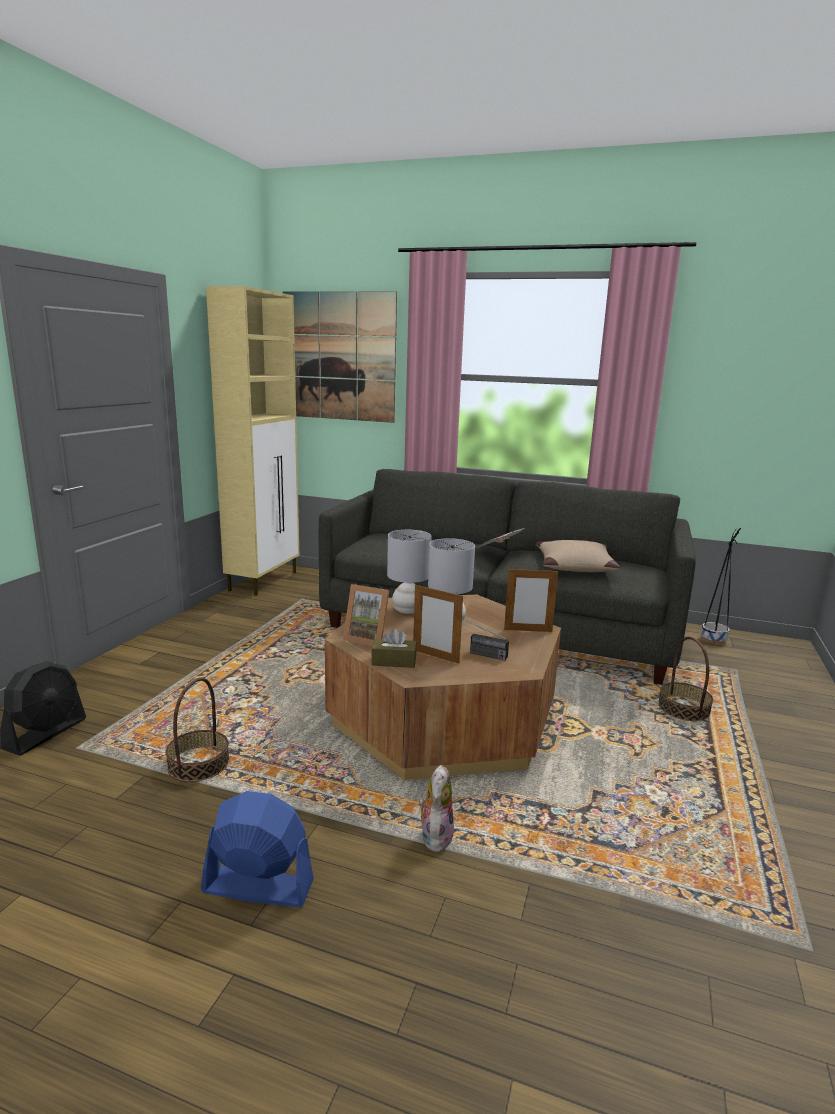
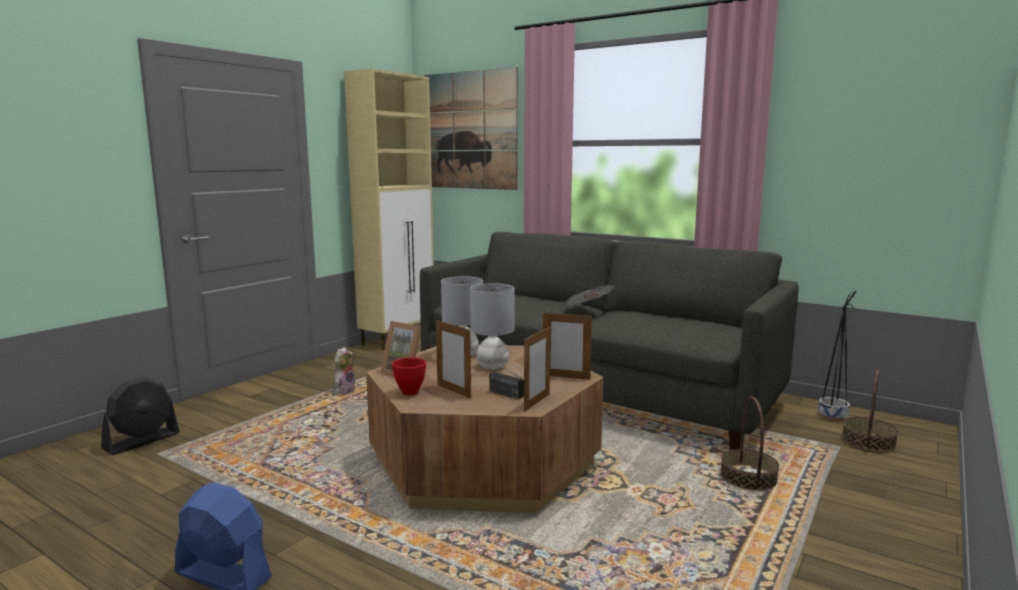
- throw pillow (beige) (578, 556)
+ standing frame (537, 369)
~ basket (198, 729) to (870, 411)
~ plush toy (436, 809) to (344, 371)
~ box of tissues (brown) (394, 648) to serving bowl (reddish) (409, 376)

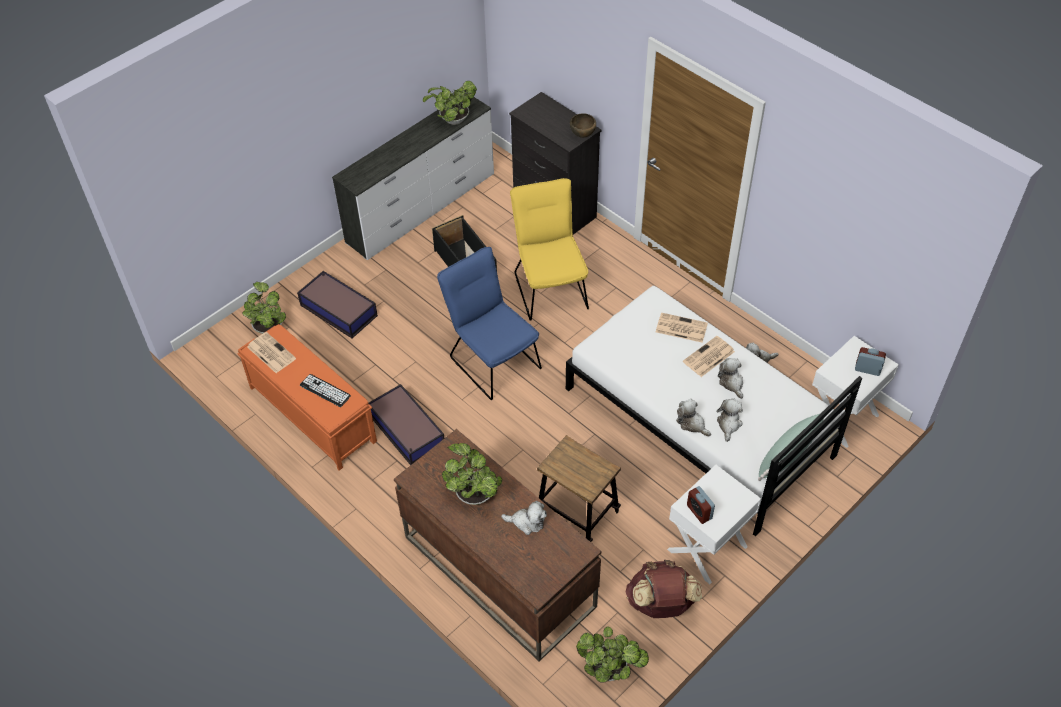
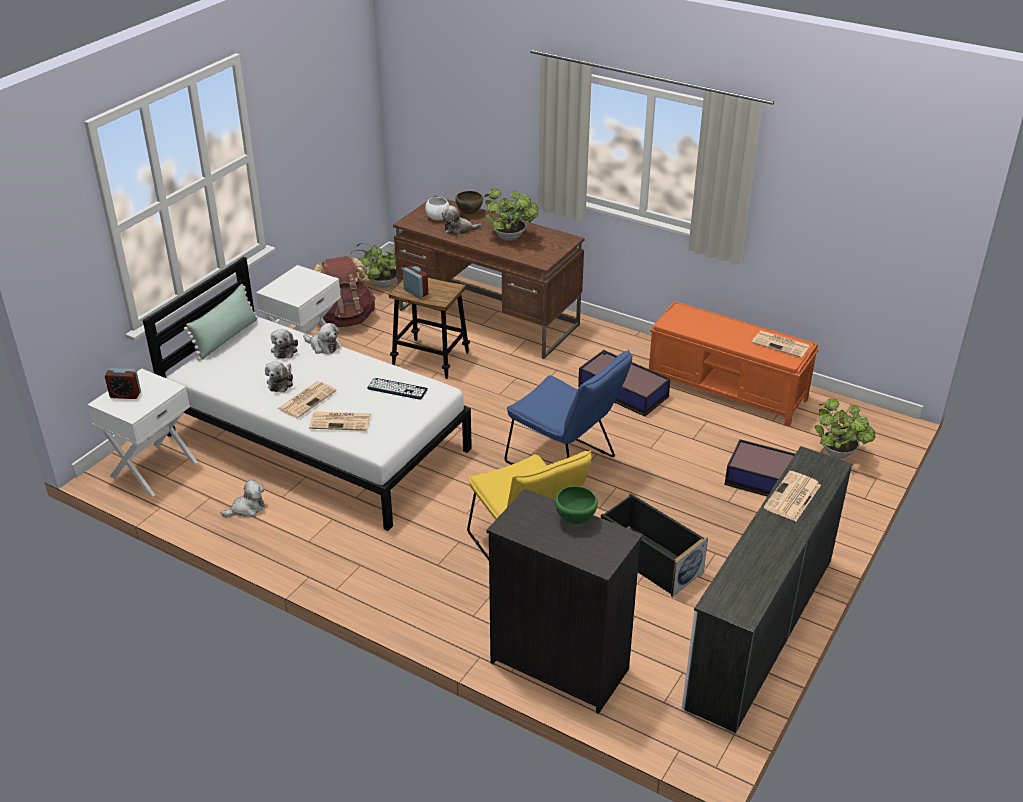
- houseplant (450, 103)
+ serving bowl (whitish) (437, 208)
+ serving bowl (greenish) (576, 505)
+ printed paper (792, 496)
~ keyboard (325, 390) to (397, 389)
~ serving bowl (brown) (583, 125) to (469, 202)
~ alarm clock (701, 505) to (415, 281)
~ plush toy (730, 378) = (279, 376) 45 degrees clockwise

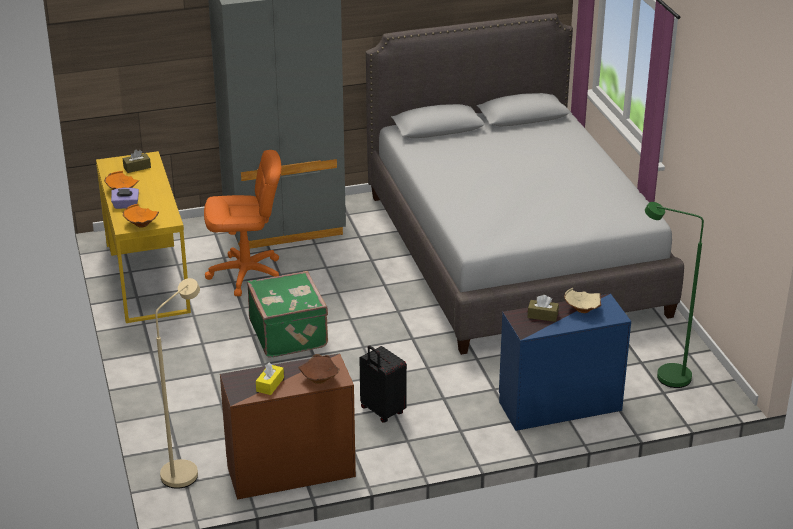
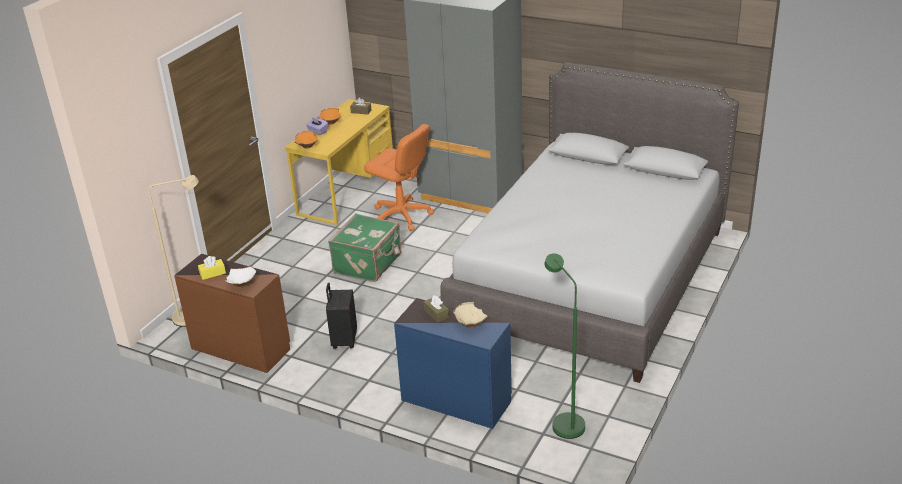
~ serving bowl (brown) (319, 369) to serving bowl (whitish) (240, 277)

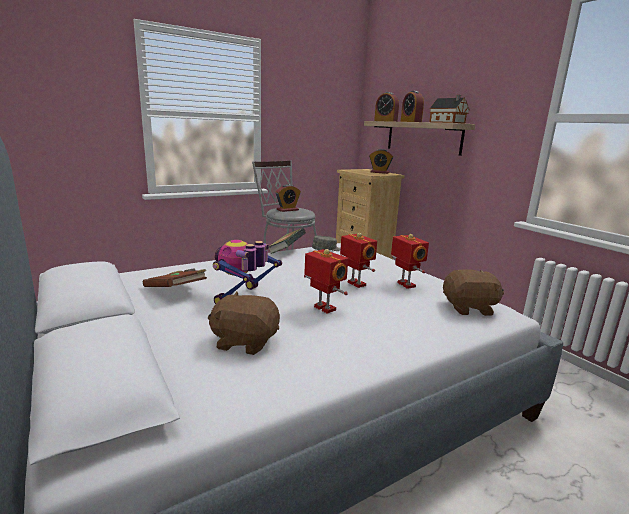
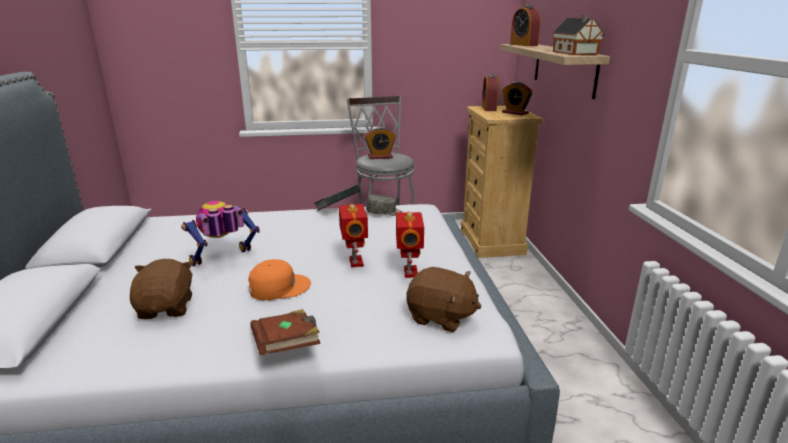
~ bound book (brown) (175, 278) to (285, 332)
~ alarm clock (412, 106) to (490, 92)
~ robot figure (326, 281) to baseball cap (orange) (279, 279)
~ plush toy (brown) (244, 323) = (161, 289) 45 degrees clockwise

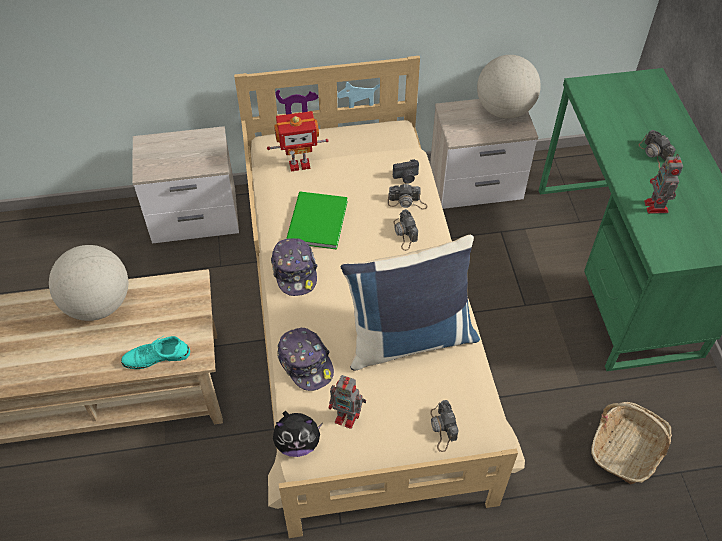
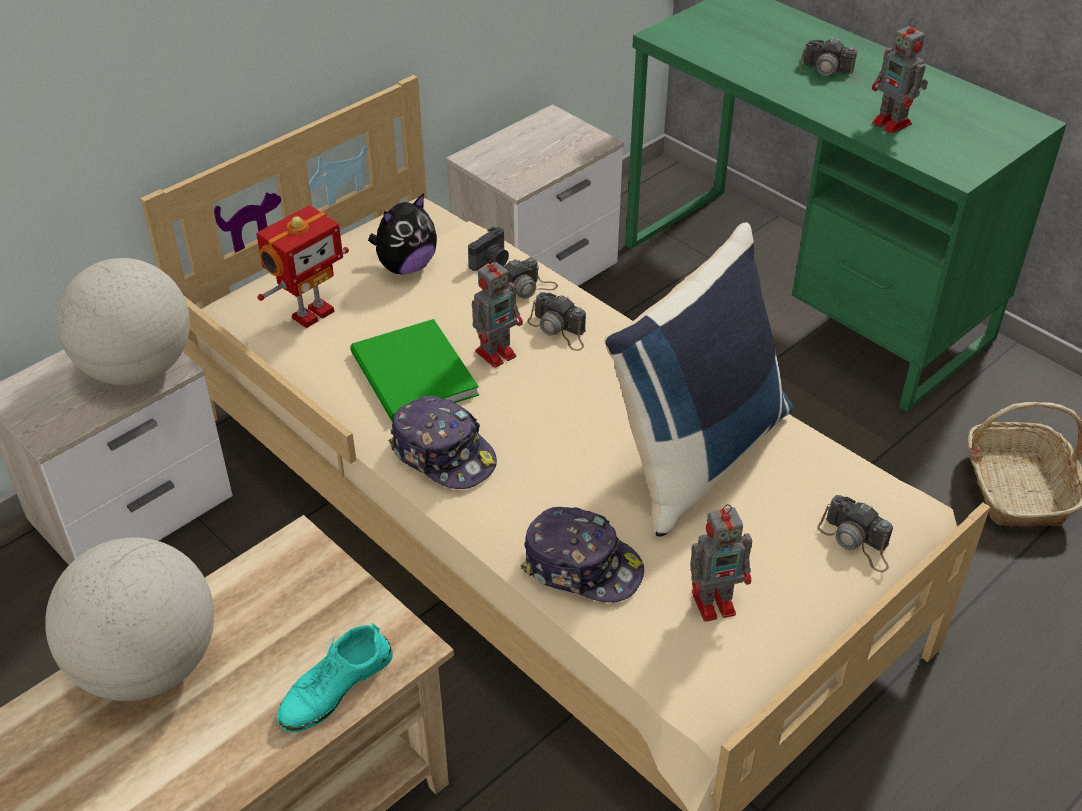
+ robot figure (497, 312)
~ plush toy (298, 434) to (402, 233)
~ world globe (509, 87) to (123, 321)

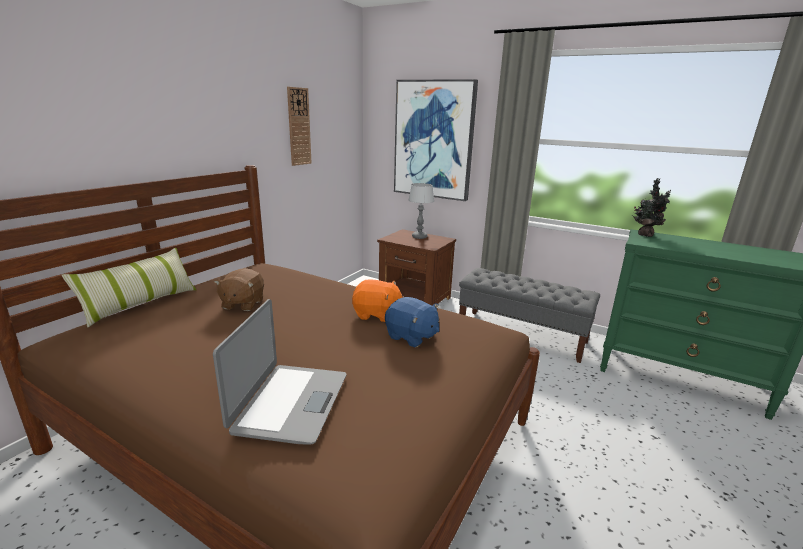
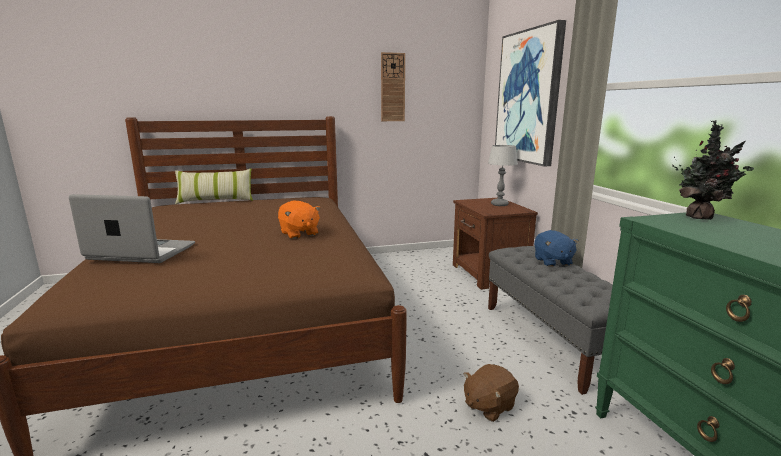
~ plush toy (brown) (239, 289) to (491, 393)
~ plush toy (blue) (412, 322) to (556, 248)
~ laptop (279, 372) = (132, 228) 135 degrees counterclockwise

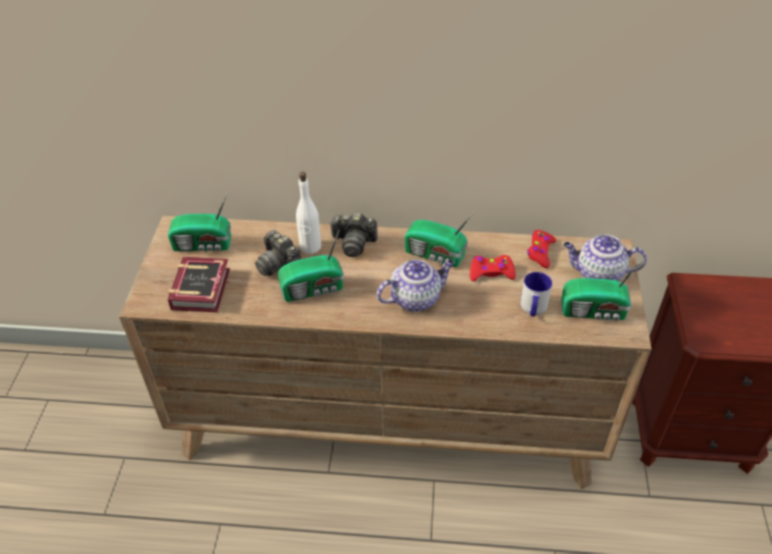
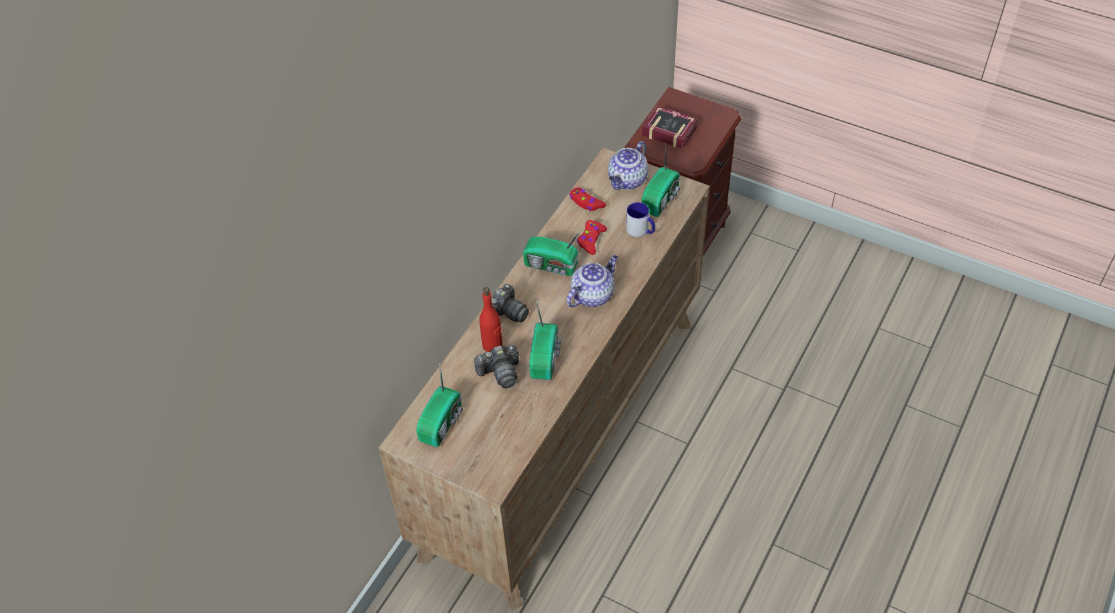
~ bound book (199, 284) to (670, 127)
~ drink bottle (whitish) (308, 213) to drink bottle (reddish) (491, 319)
~ pot for tea (416, 285) = (592, 281) 45 degrees clockwise
~ radio receiver (439, 239) = (552, 253) 60 degrees clockwise

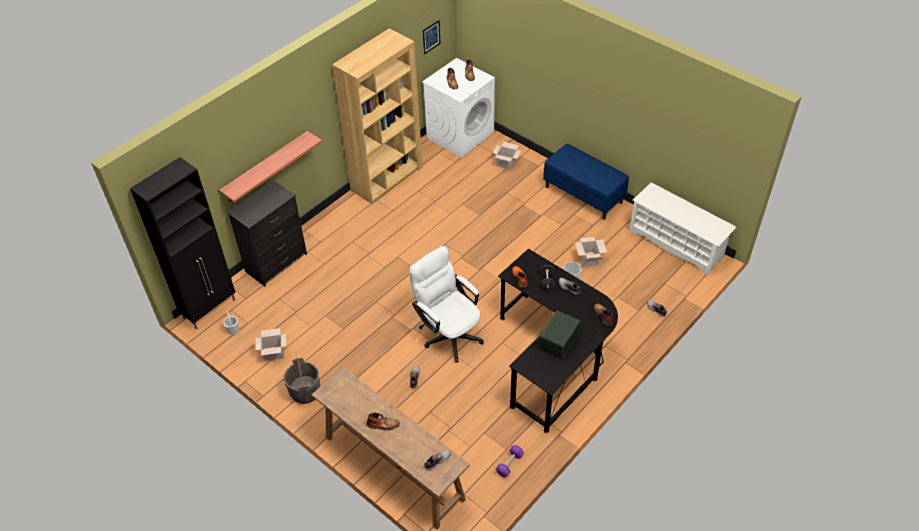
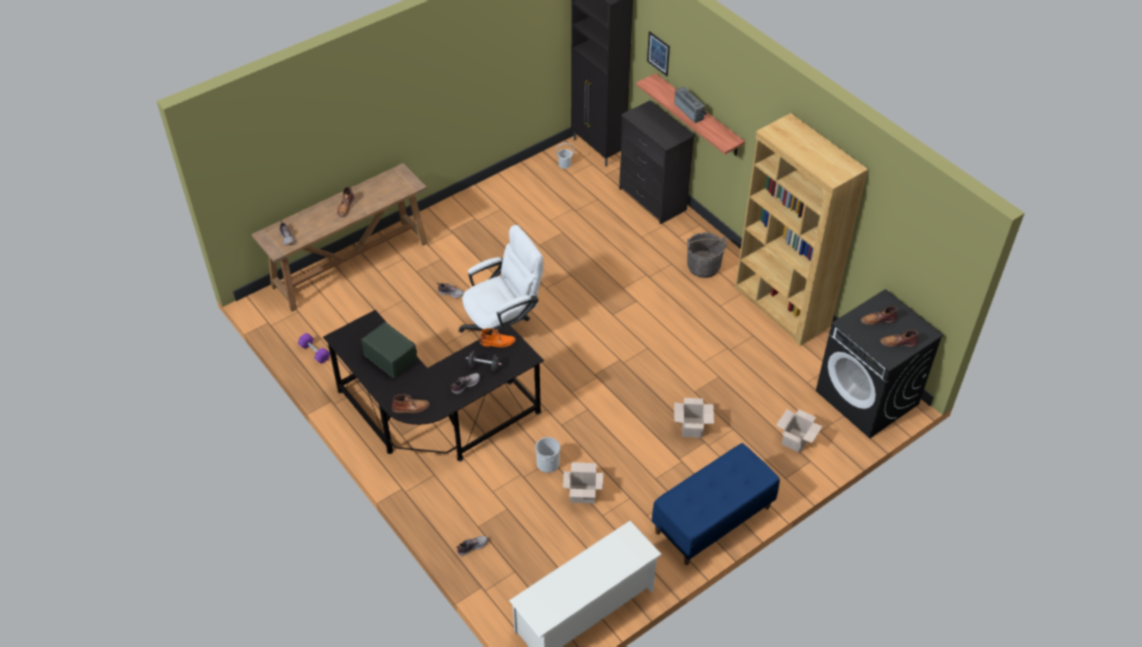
+ radio receiver (690, 105)
~ cardboard box (270, 344) to (694, 418)
~ bucket (grey) (302, 381) to (706, 255)
~ picture (431, 37) to (658, 53)
~ laundry machine (whitish) (458, 108) to laundry machine (blackish) (879, 363)

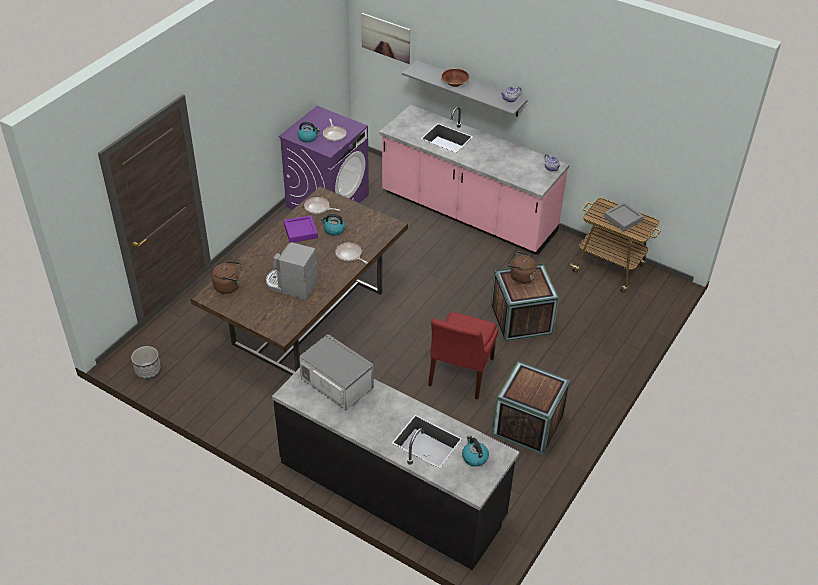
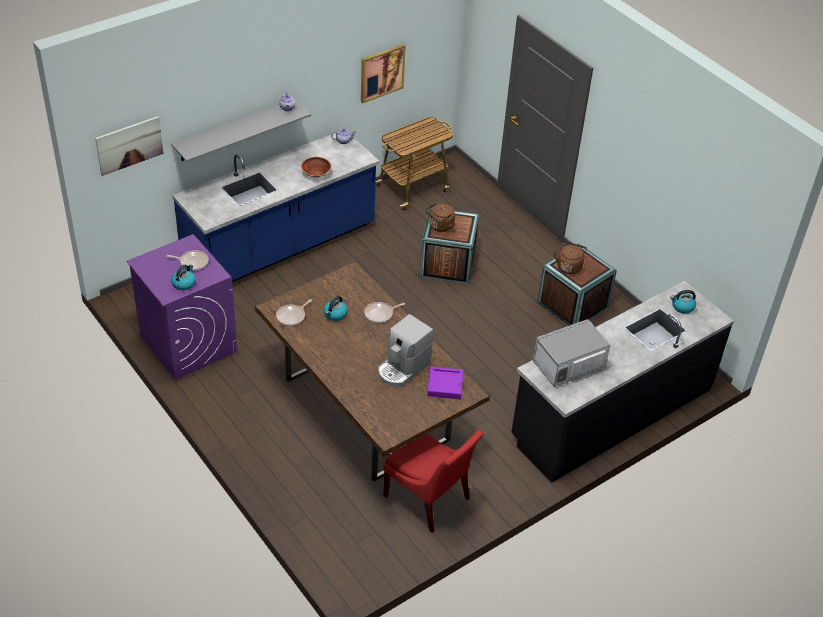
- plant pot (146, 362)
- serving tray (grey) (624, 216)
+ picture (383, 73)
~ water kettle (brown) (226, 277) to (570, 257)
~ serving tray (purple) (301, 229) to (445, 383)
~ plain chair (reddish) (463, 356) to (433, 481)
~ serving bowl (brown) (455, 77) to (316, 167)
~ counter (pinkish) (474, 180) to counter (blue) (275, 207)

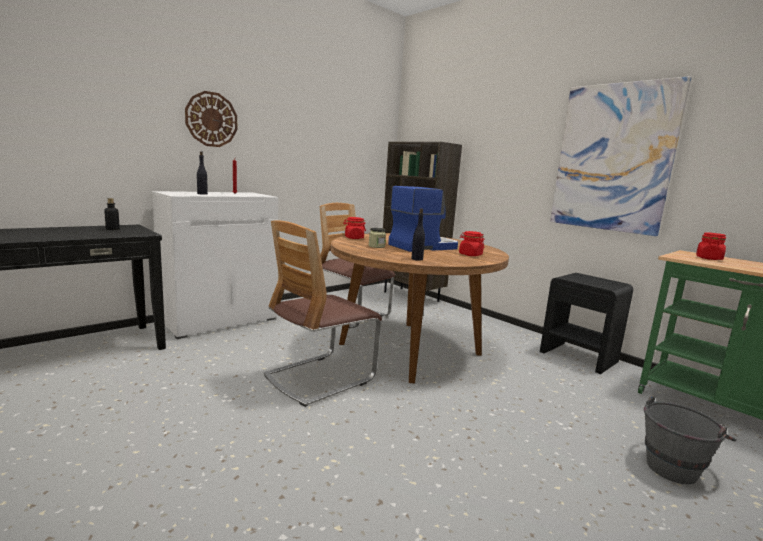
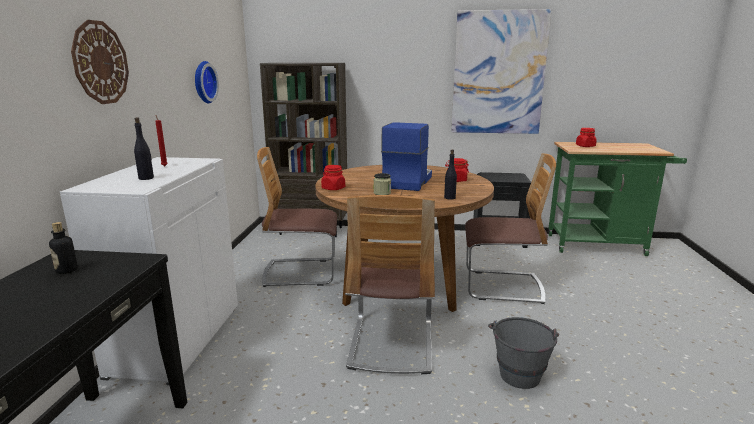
+ wall clock (207, 82)
+ plain chair (510, 228)
~ bucket (grey) (690, 440) to (523, 353)

